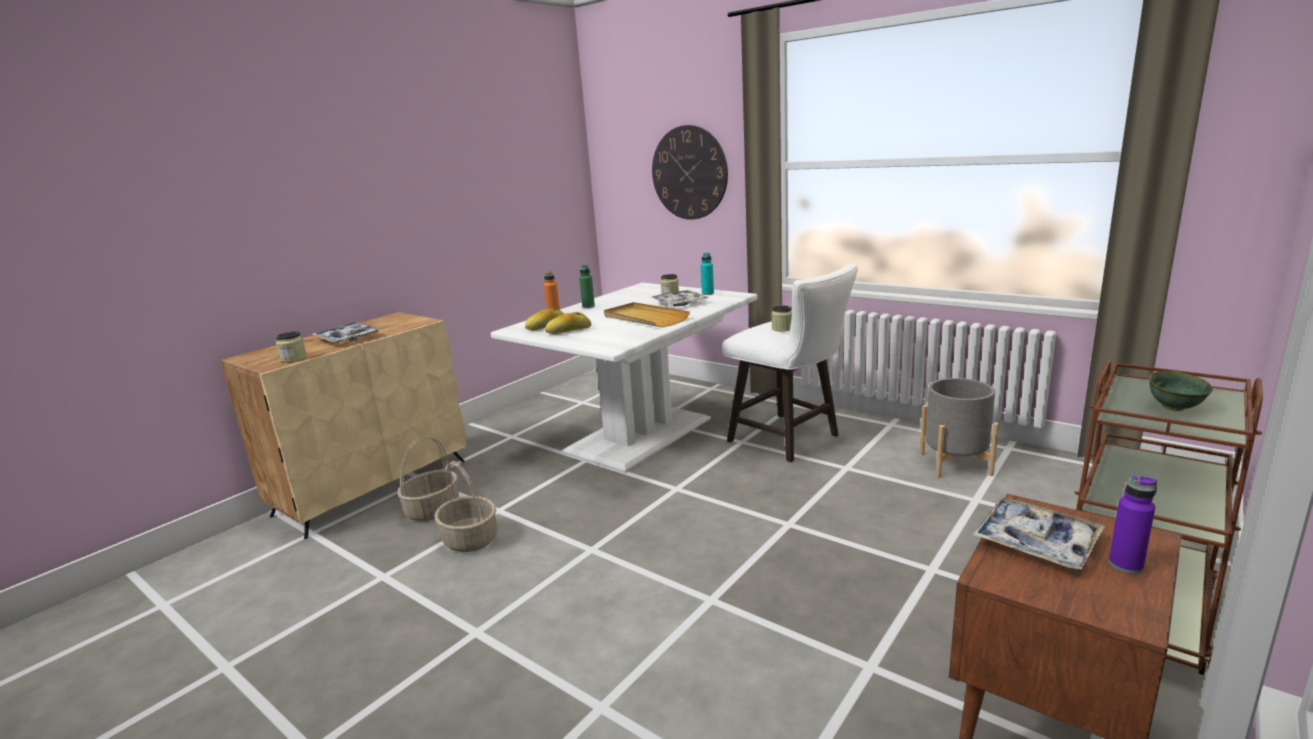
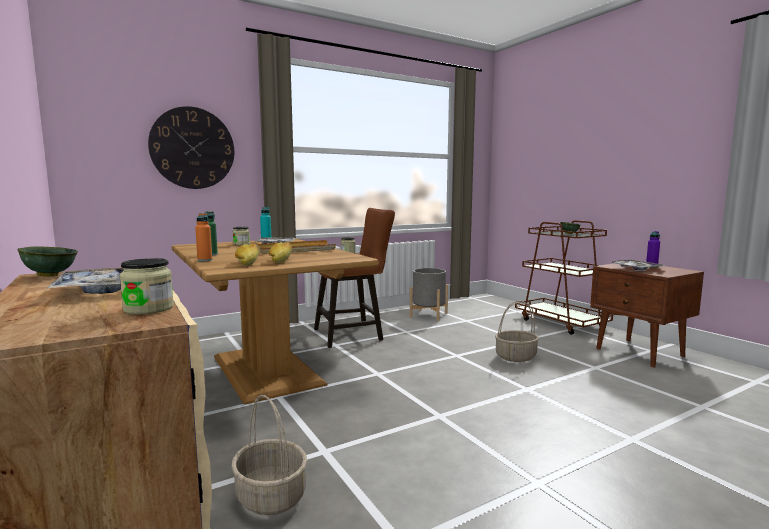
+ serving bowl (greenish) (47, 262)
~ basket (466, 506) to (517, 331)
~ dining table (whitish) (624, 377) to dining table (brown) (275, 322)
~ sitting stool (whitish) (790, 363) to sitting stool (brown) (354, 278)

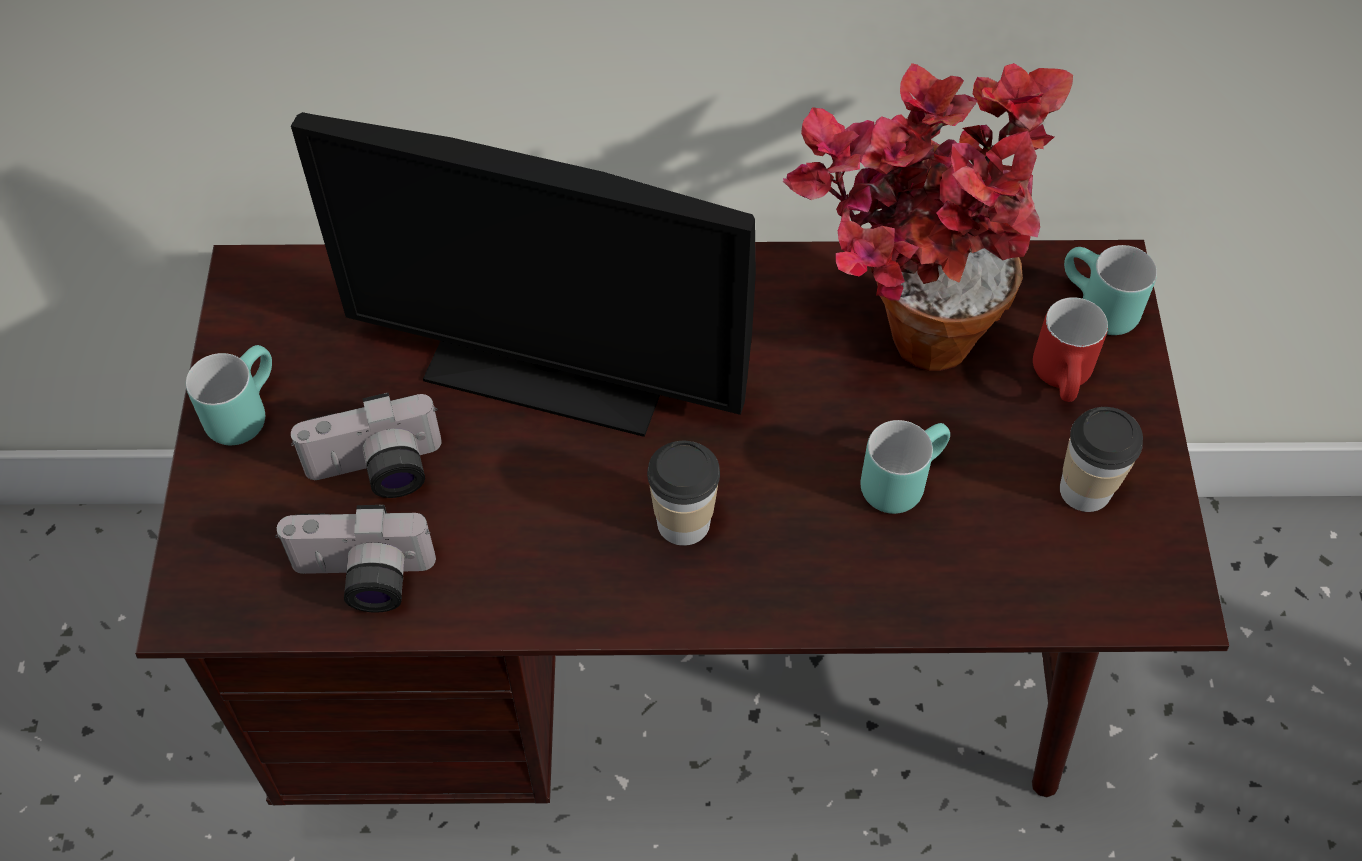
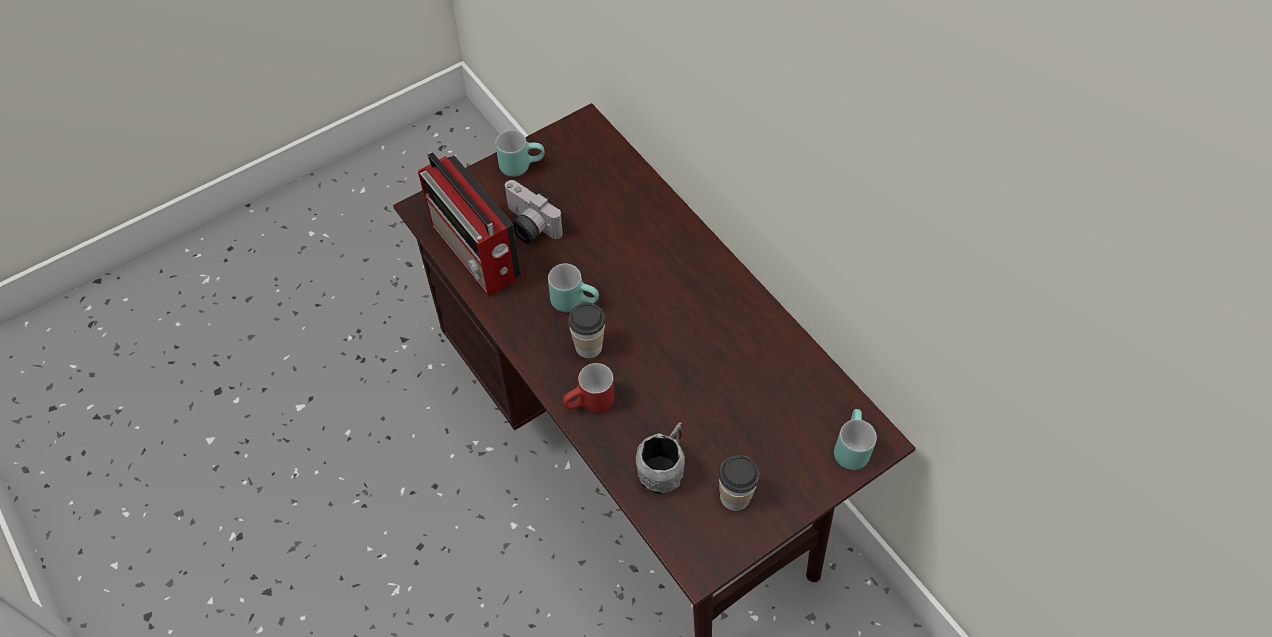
- computer screen (523, 274)
- houseplant (928, 217)
+ coffee mug (grey) (660, 458)
~ coffee mug (blue-green) (905, 467) to (573, 288)
~ coffee mug (reddish) (1070, 349) to (588, 388)
~ still camera (355, 558) to radio receiver (469, 224)

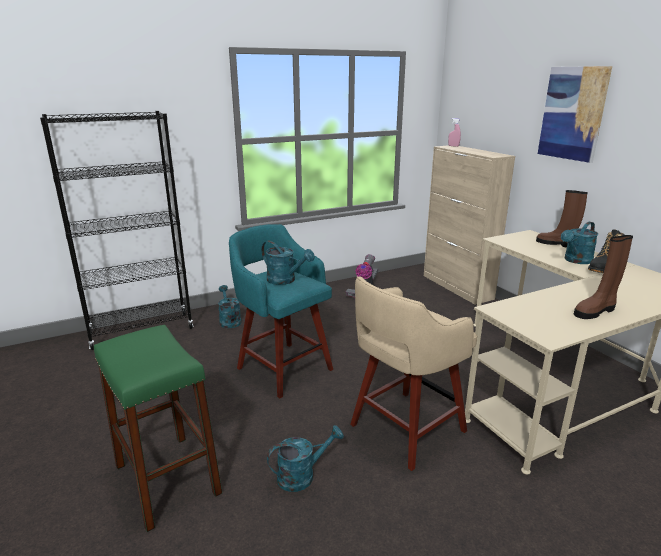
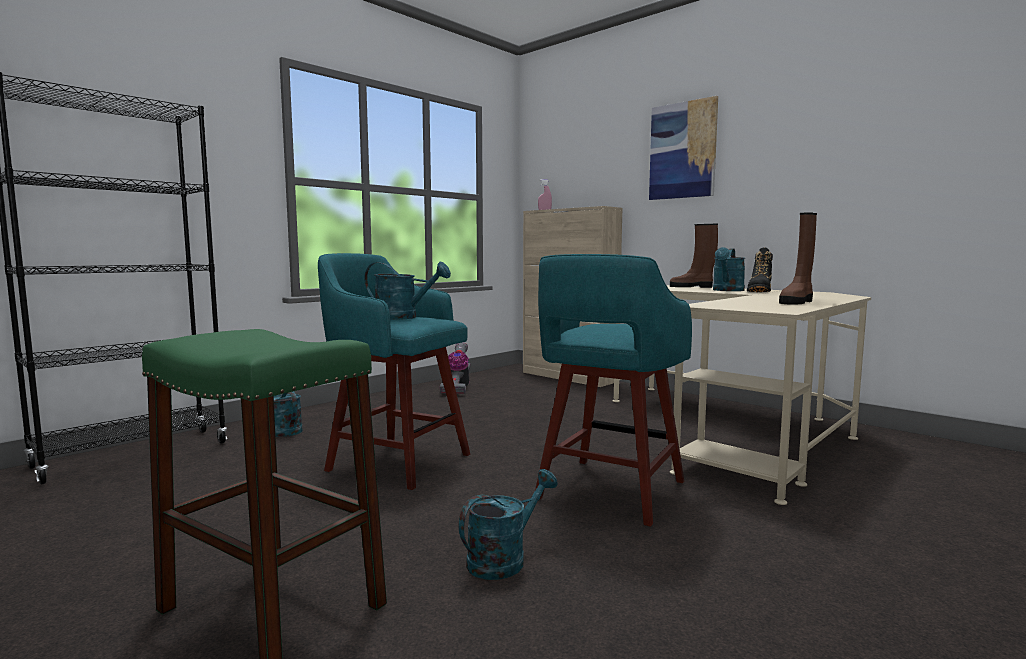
~ sitting stool (beige) (413, 373) to sitting stool (blue-green) (613, 390)

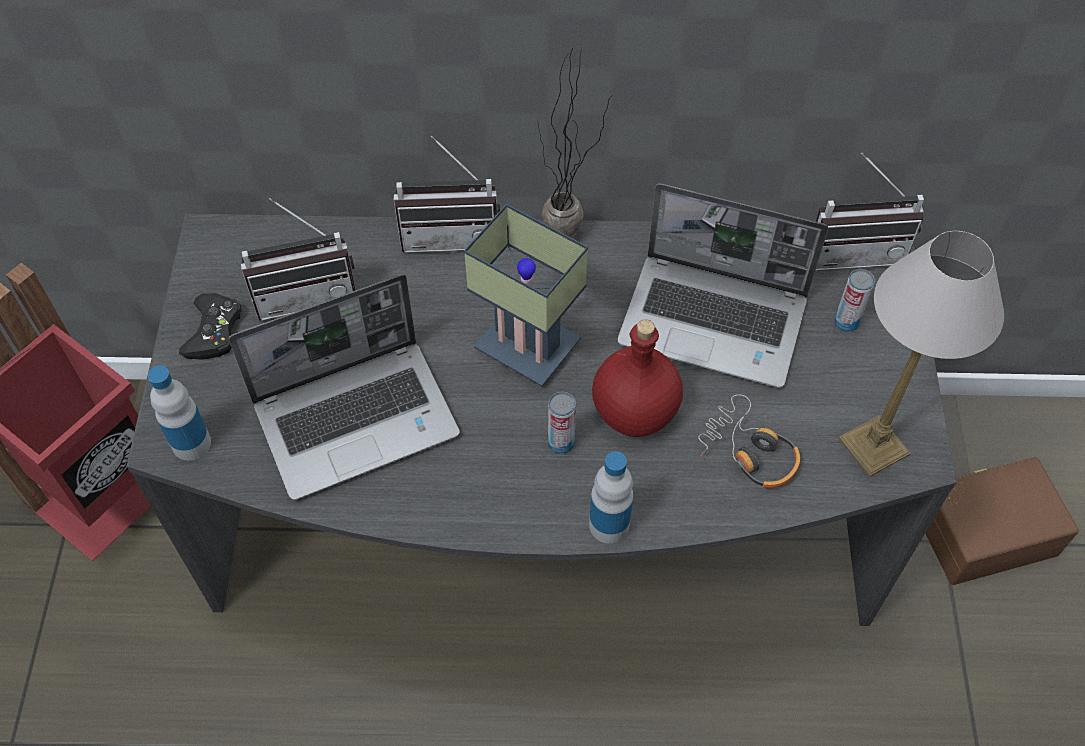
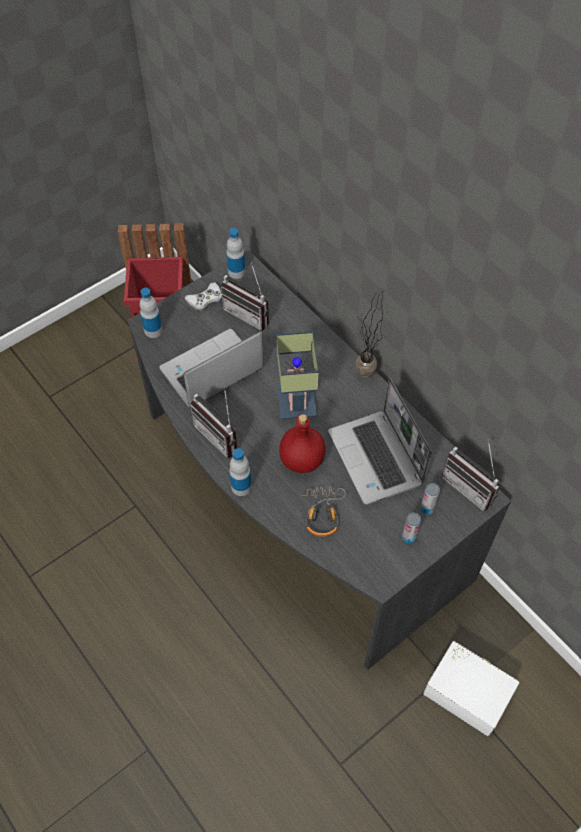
- table lamp (921, 354)
+ drink bottle (235, 253)
~ radio receiver (447, 194) to (214, 422)
~ metal can (562, 423) to (411, 528)
~ joypad (blackish) (210, 326) to joypad (whitish) (203, 296)
~ storage container (brown) (1002, 521) to storage container (whitish) (471, 688)
~ laptop (344, 387) = (211, 368) 120 degrees clockwise

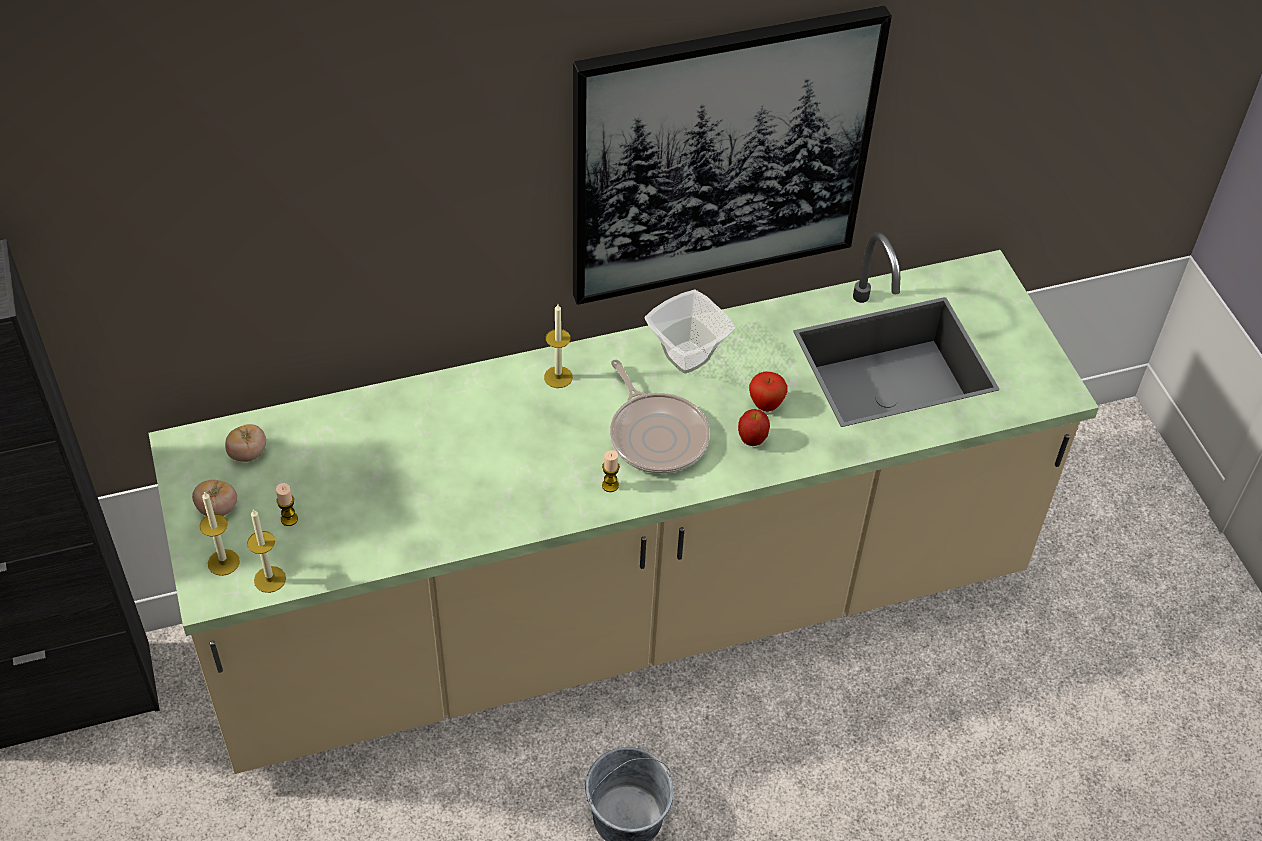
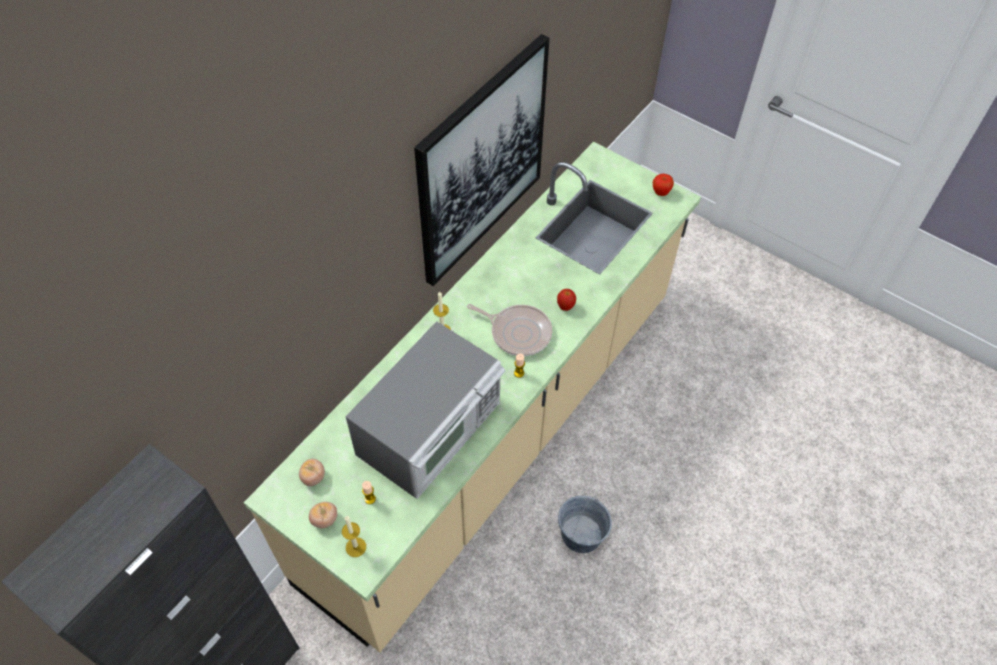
- wax candle (266, 551)
- serving bowl (690, 331)
+ microwave oven (425, 410)
~ apple (768, 391) to (663, 185)

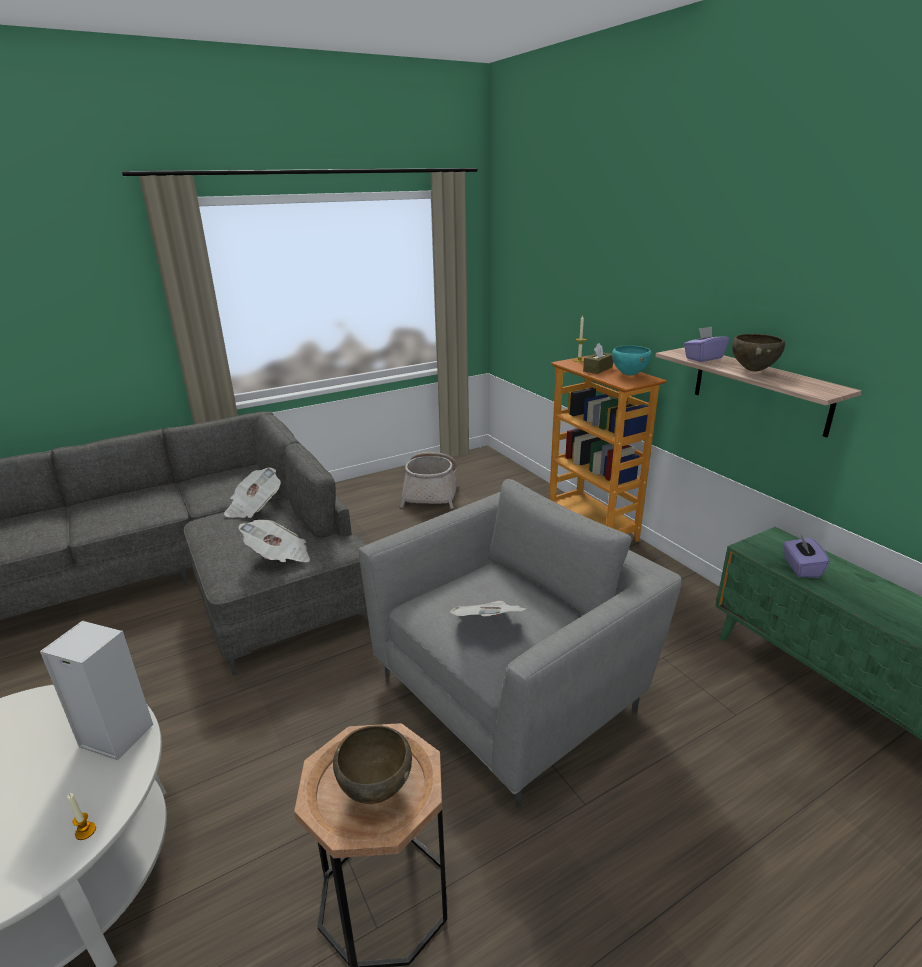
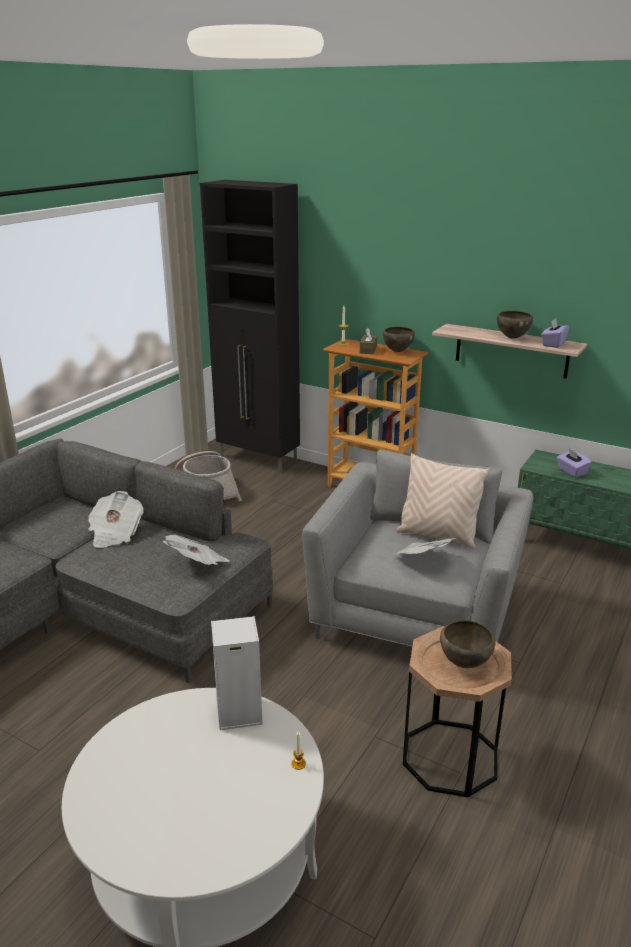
+ cupboard (blackish) (250, 326)
+ throw pillow (beige) (442, 500)
~ box of tissues (purple) (707, 344) to (555, 333)
~ serving bowl (blue-green) (632, 360) to serving bowl (brown) (399, 339)

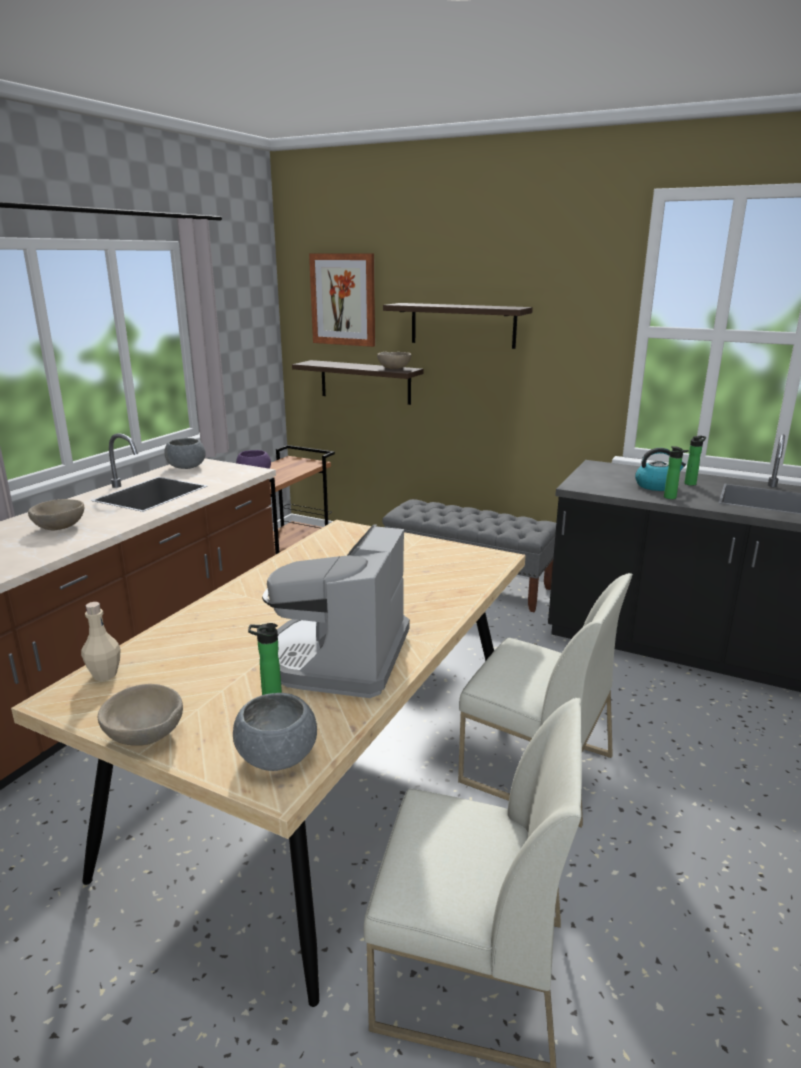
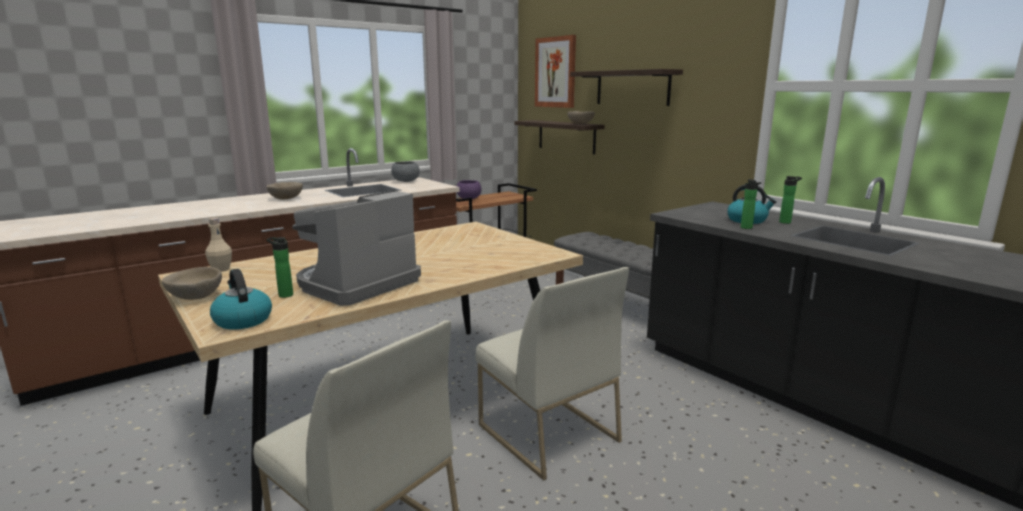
~ serving bowl (grey) (275, 732) to water kettle (241, 299)

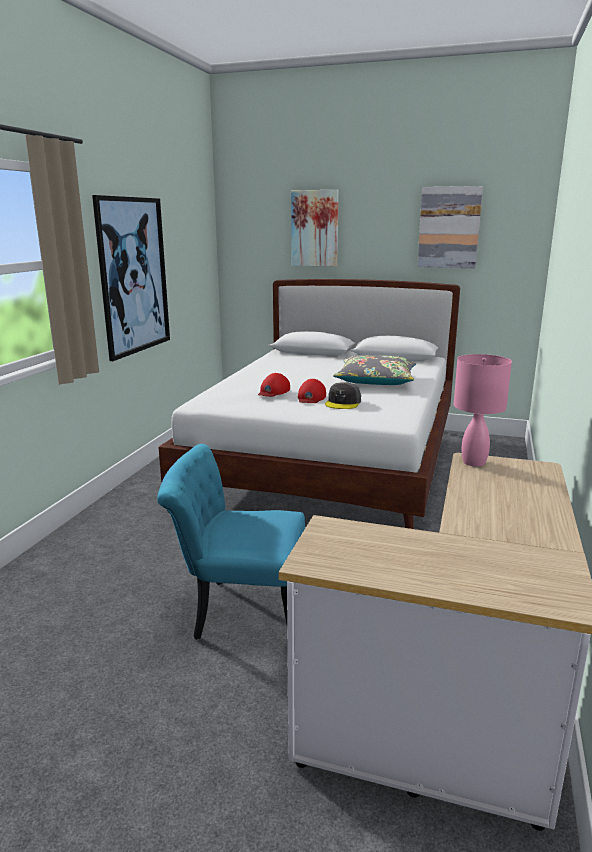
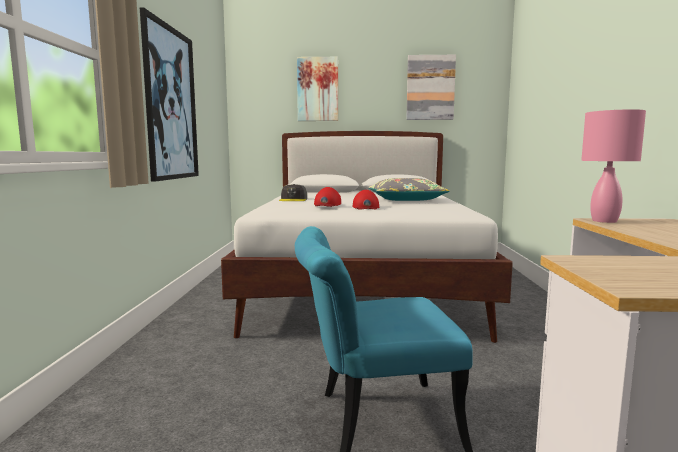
~ baseball cap (grey) (343, 395) to (293, 192)

